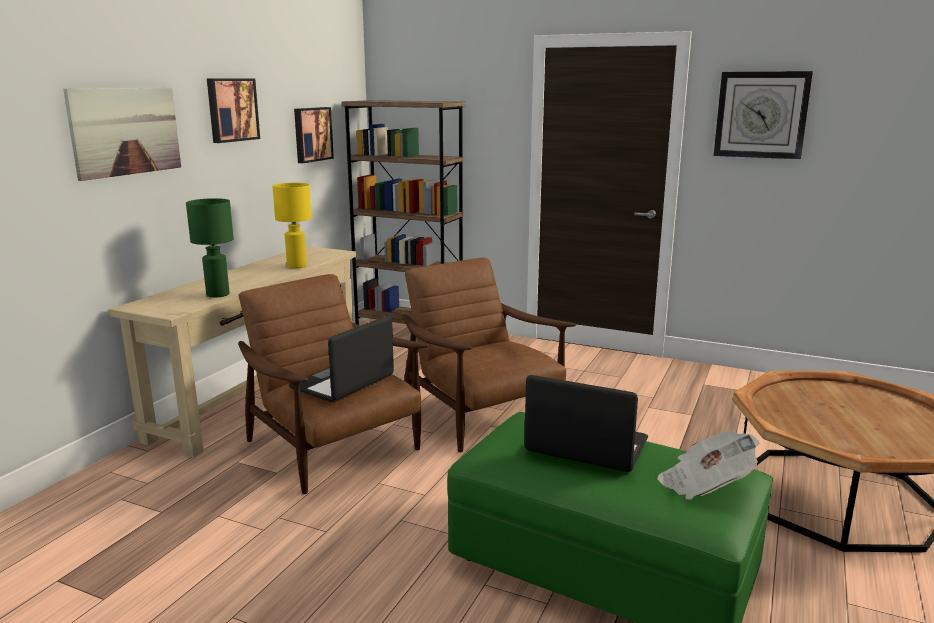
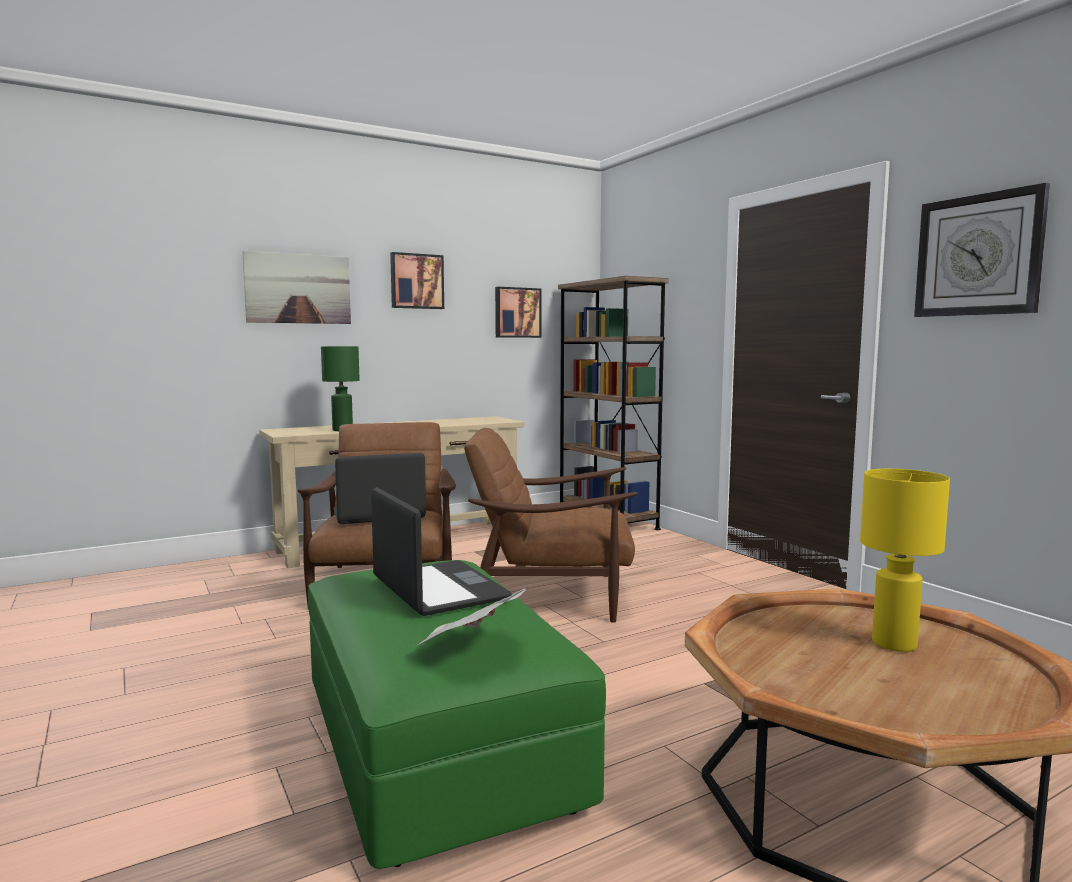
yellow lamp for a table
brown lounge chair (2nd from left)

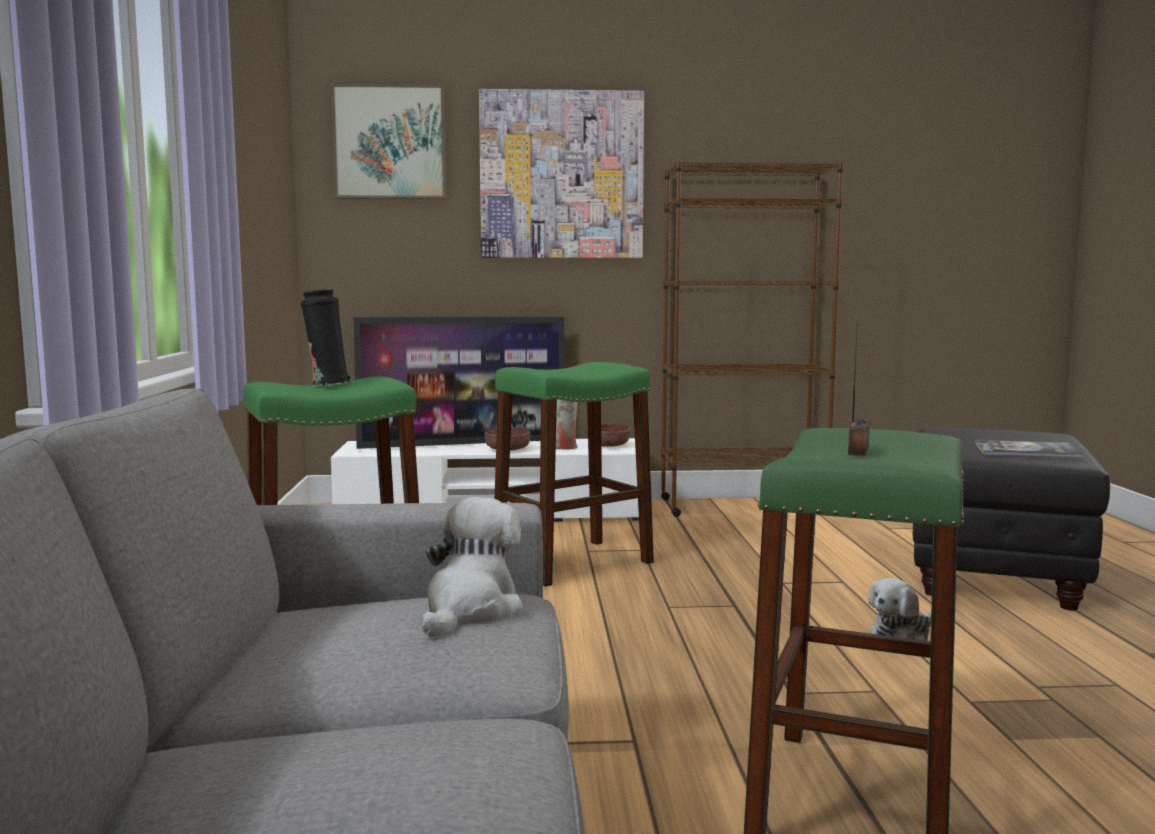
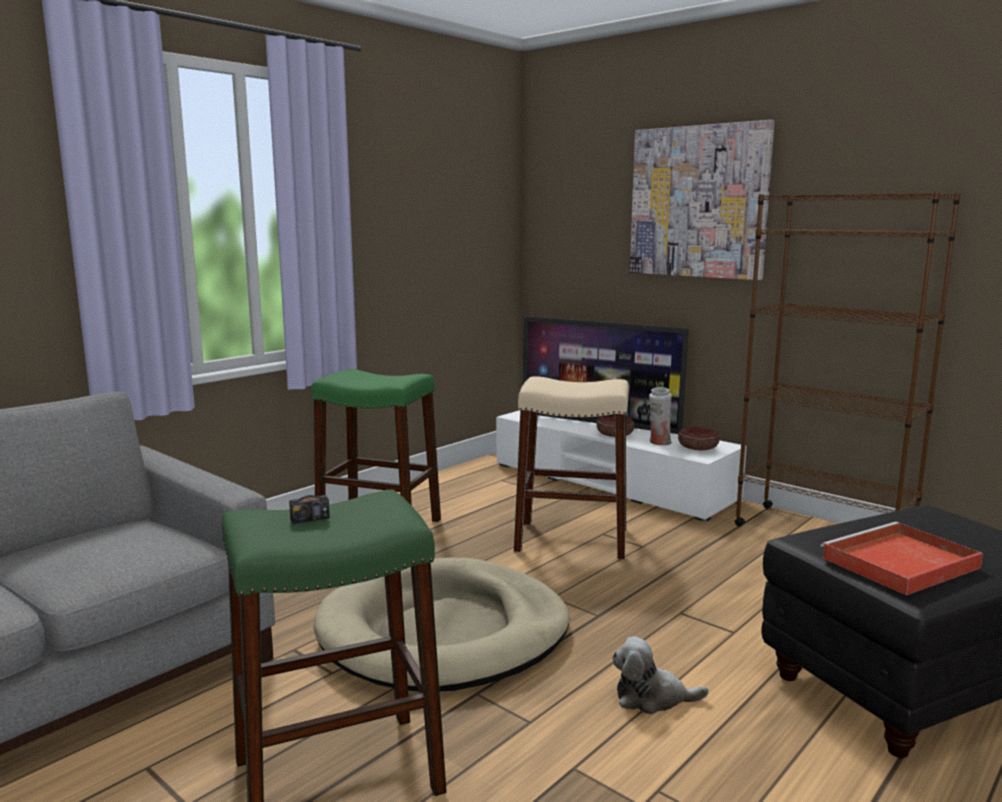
wall picture (1st from left in the first image)
black vase
sand-coloured sitting stool
red-coloured serving tray
plush toy (1st from left in the first image)
sand-coloured dog bed

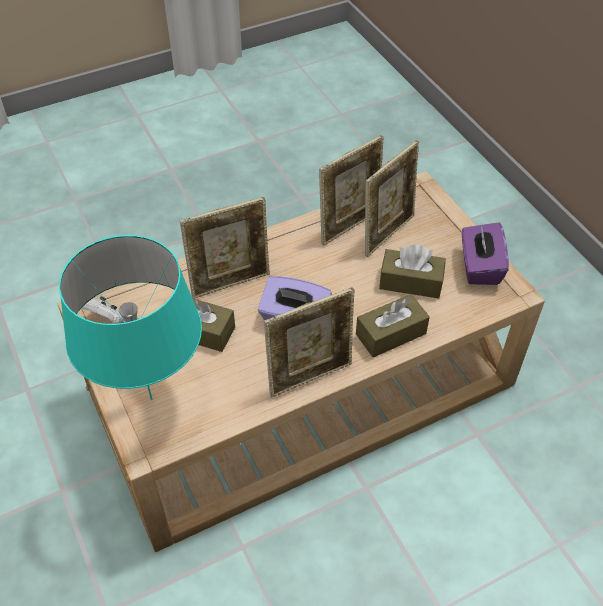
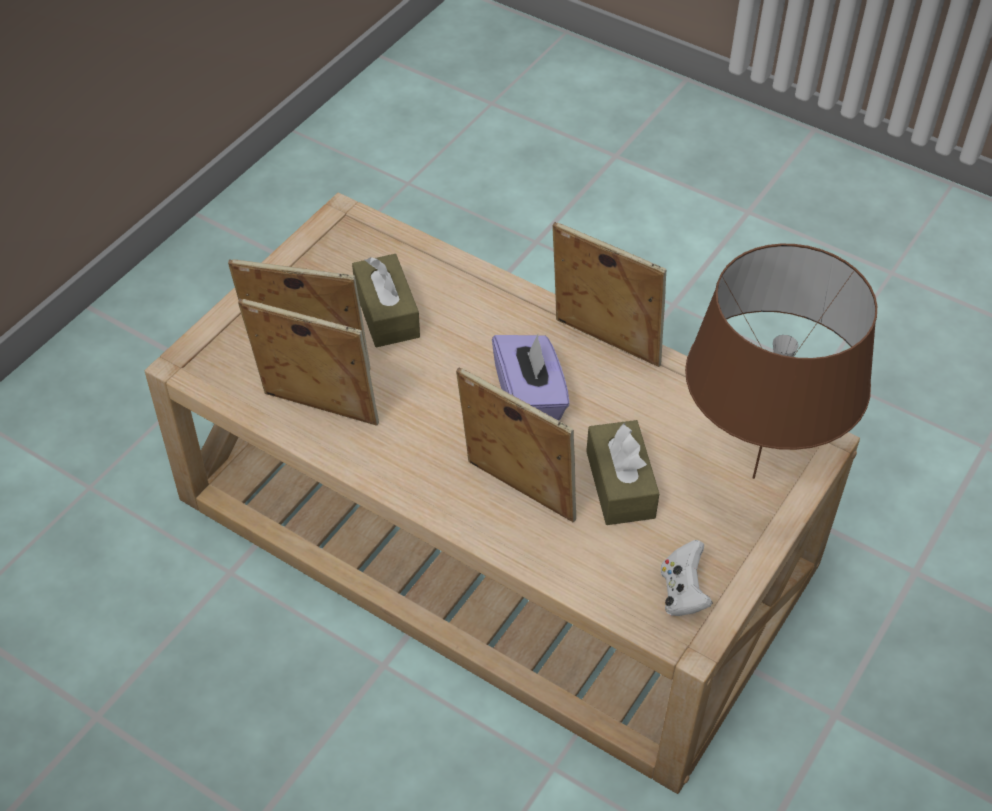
purple-coloured tissue box (2nd from left in the first image)
brown lamp for a table
brown tissue box (2nd from left in the first image)

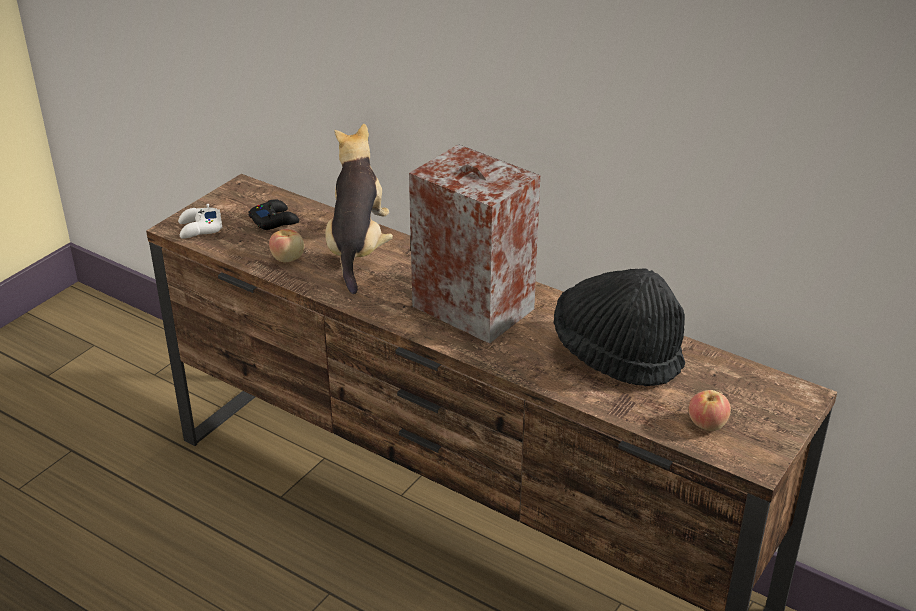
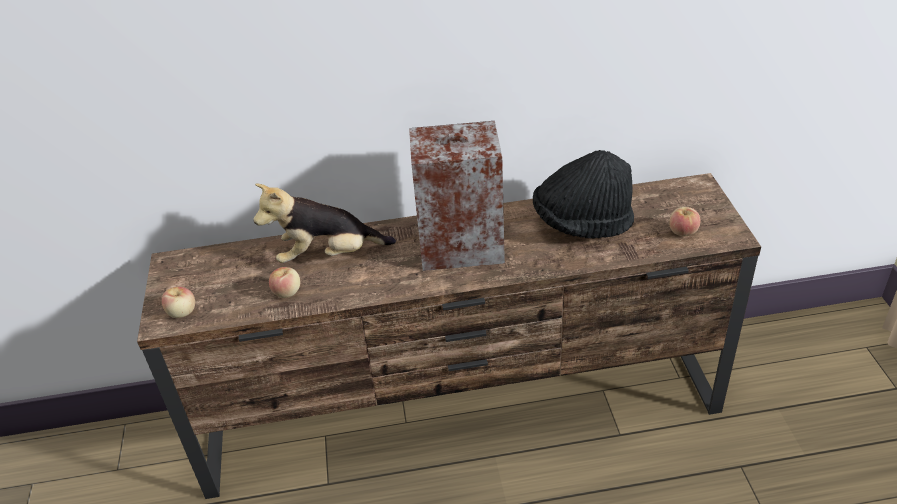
plush toy
black gamepad
apple (1st from left)

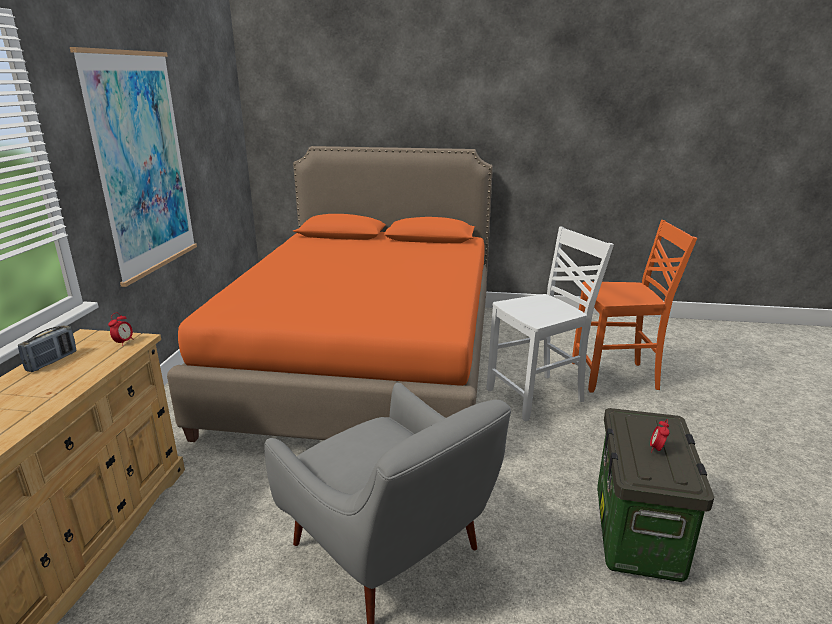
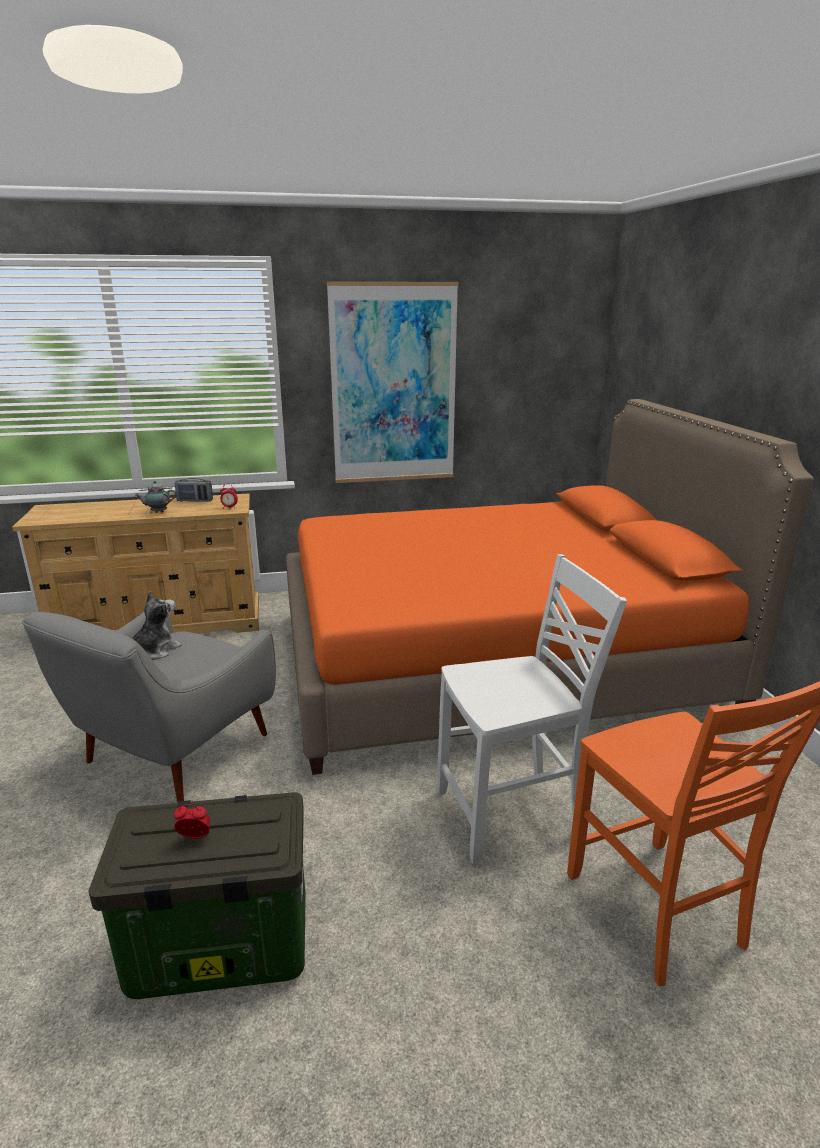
whitish plain chair
teapot
plush toy

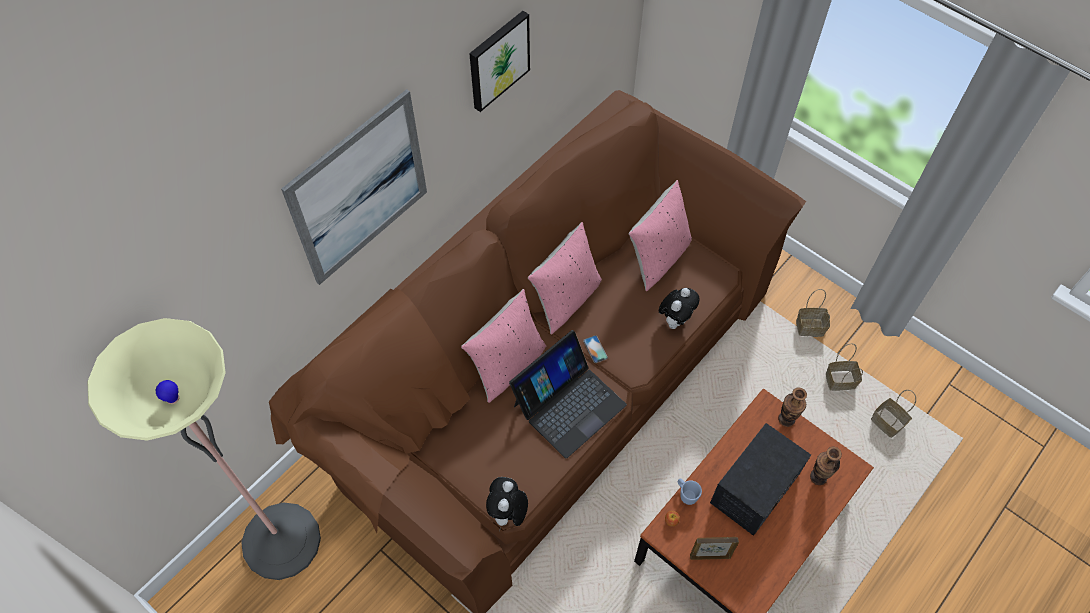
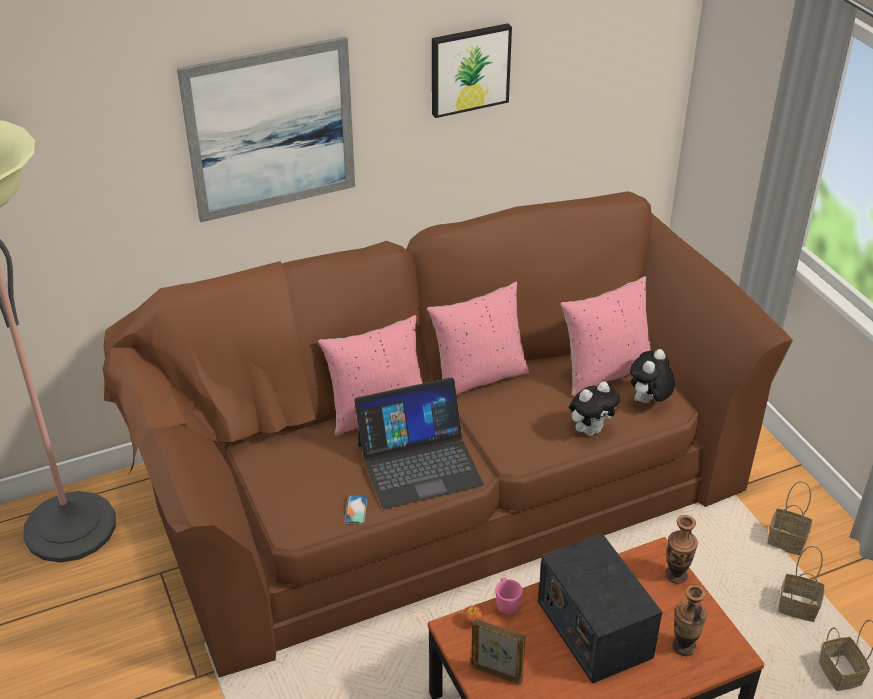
phone
radio receiver
plush toy (2nd from left)
pinkish mug

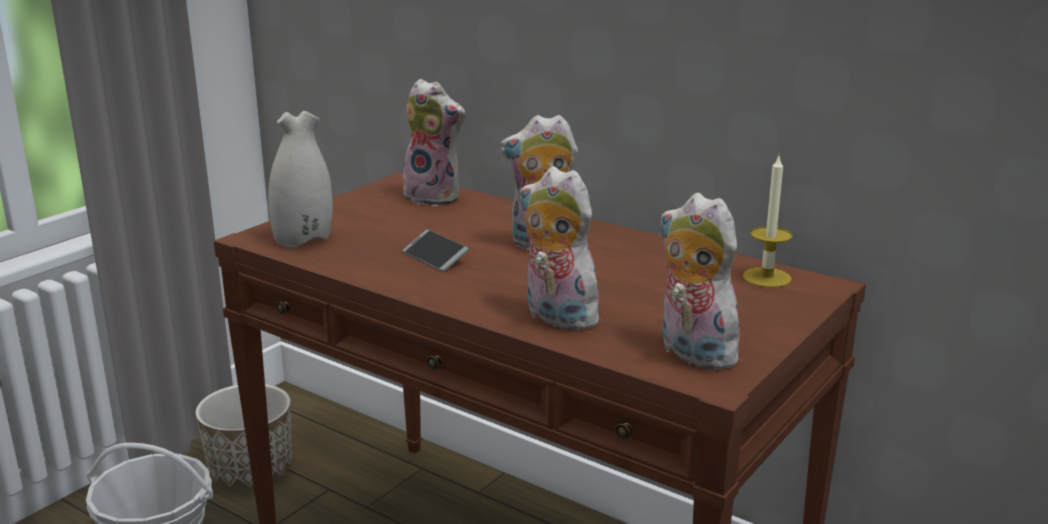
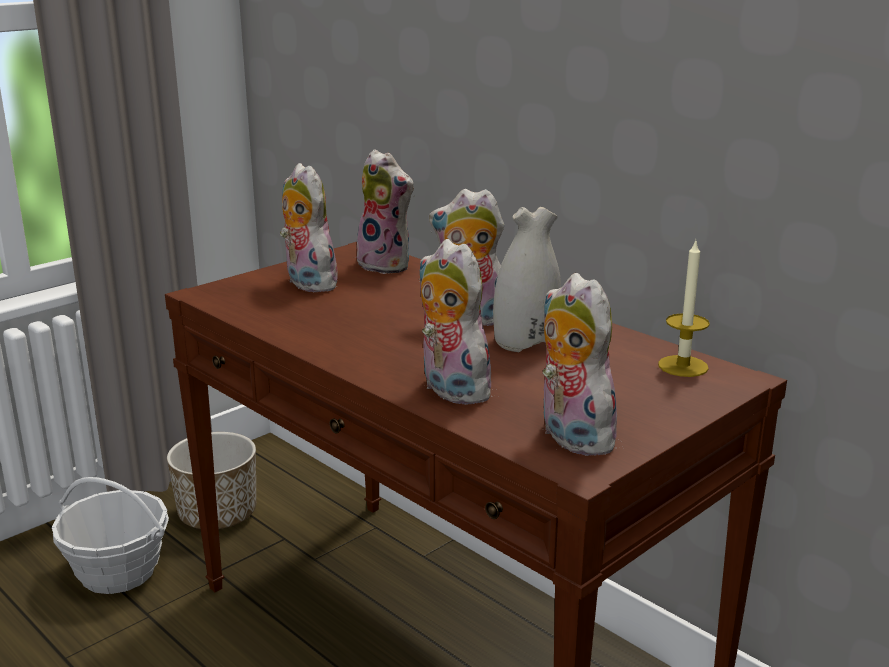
whitish vase
phone
plush toy (1st from left)

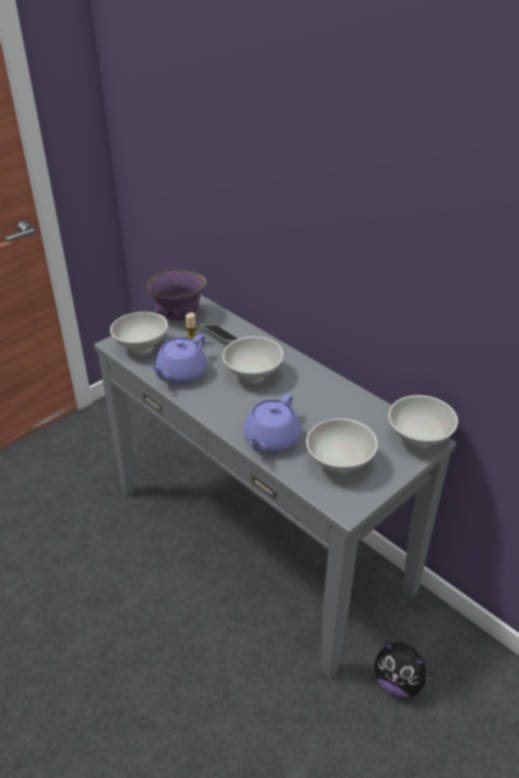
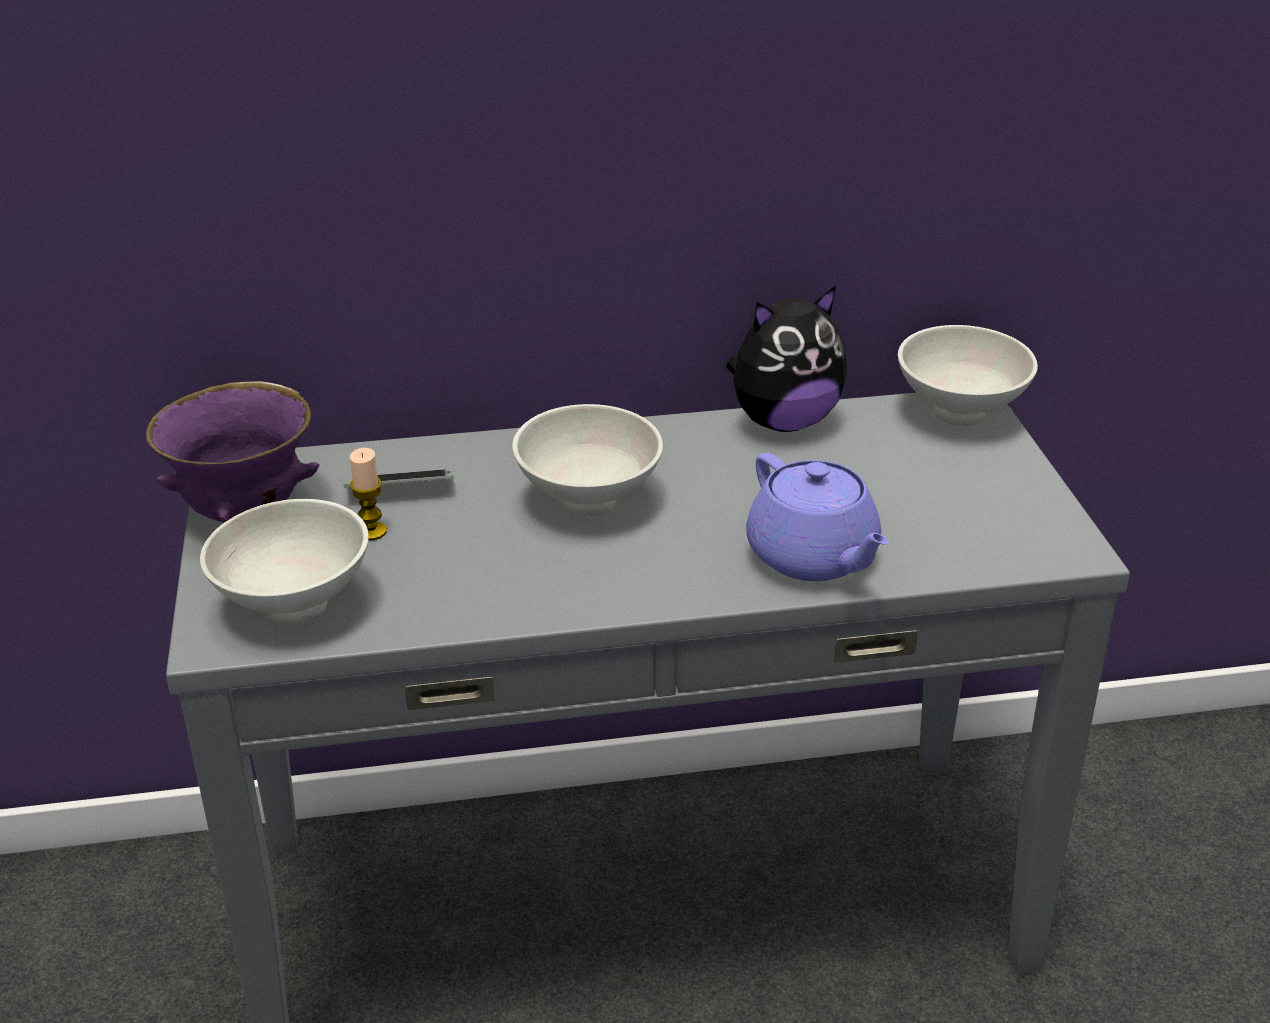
purple-coloured teapot (1st from left in the first image)
whitish bowl (3rd from left in the first image)
plush toy

